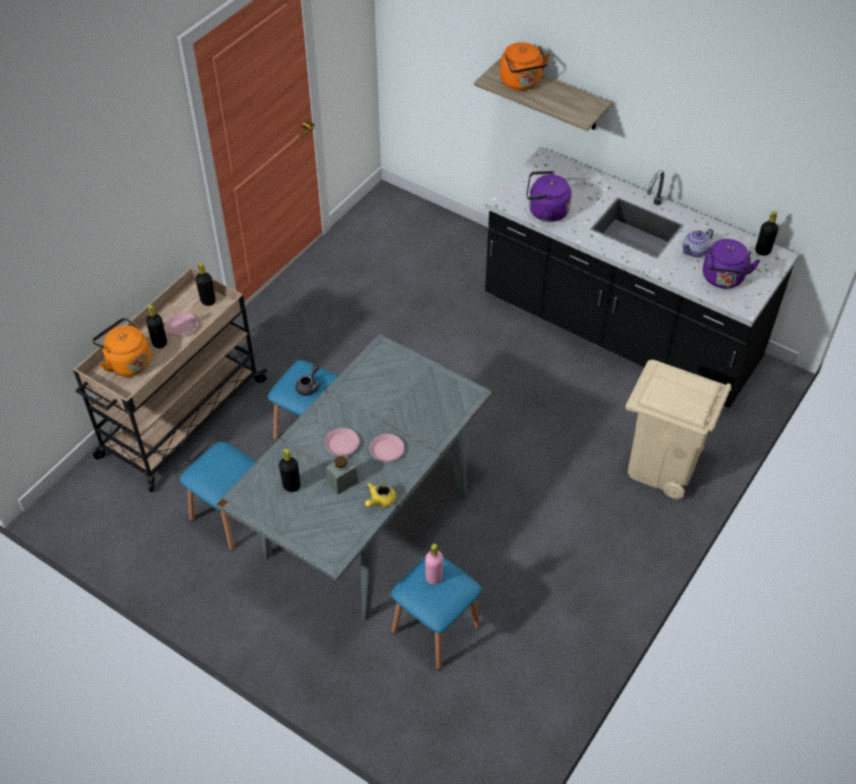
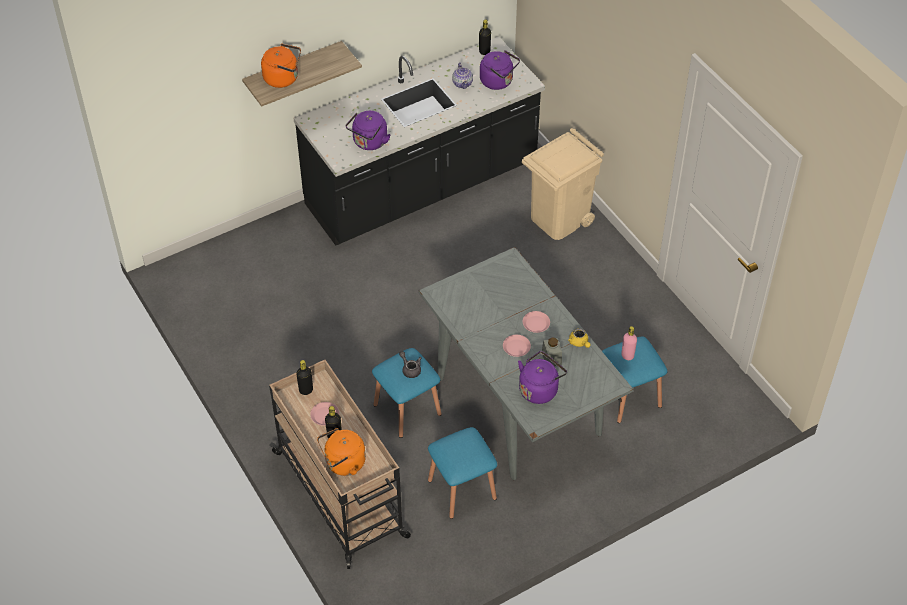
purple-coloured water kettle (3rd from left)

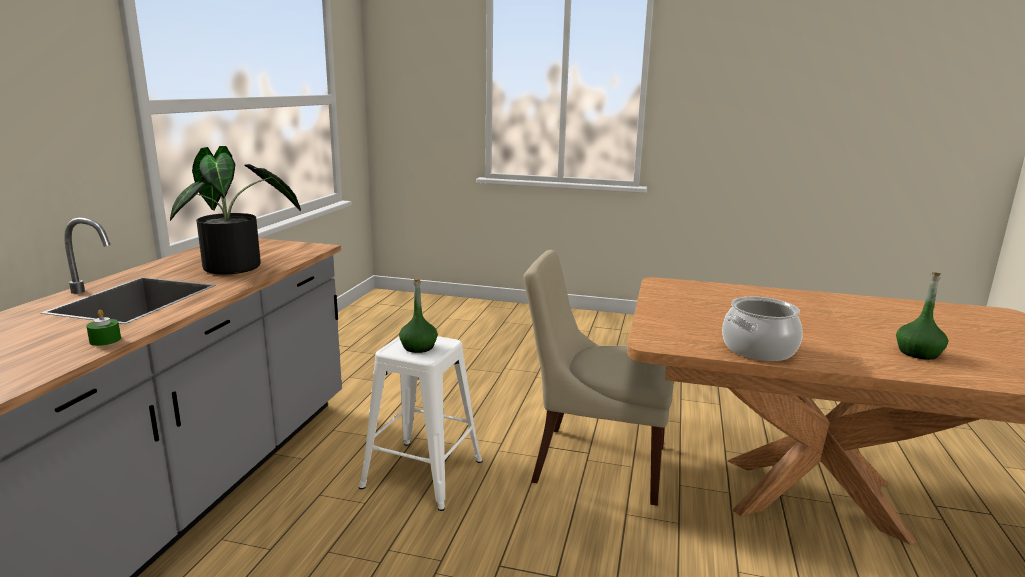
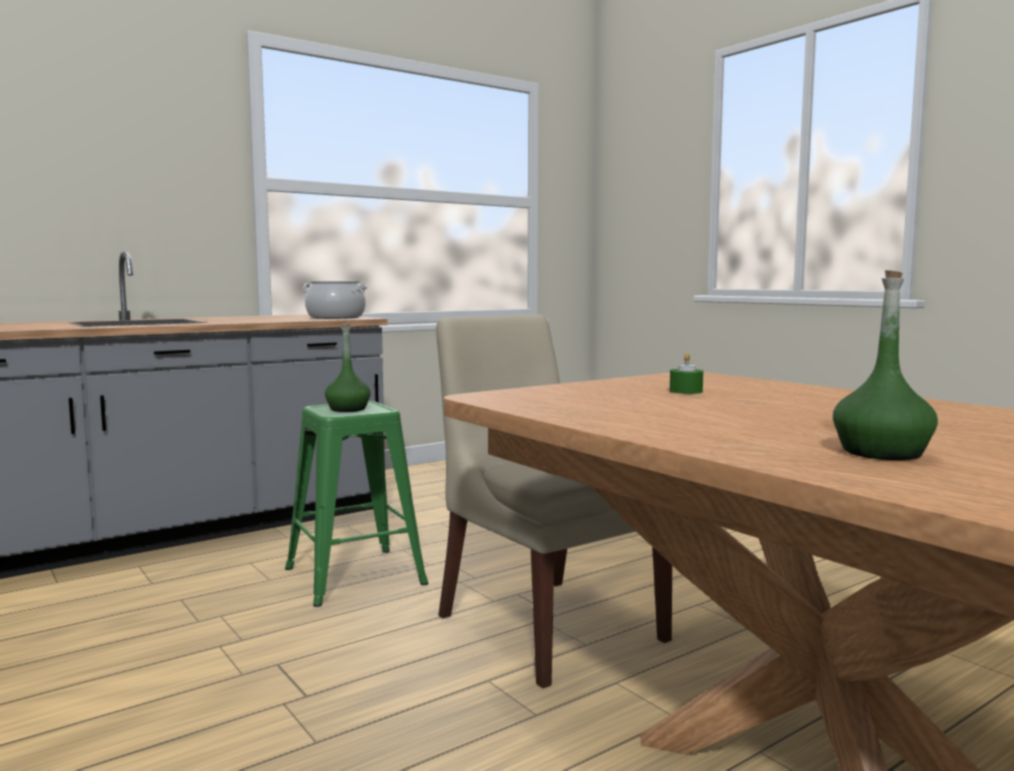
plant in a pot
stockpot
green wax light
green sitting stool

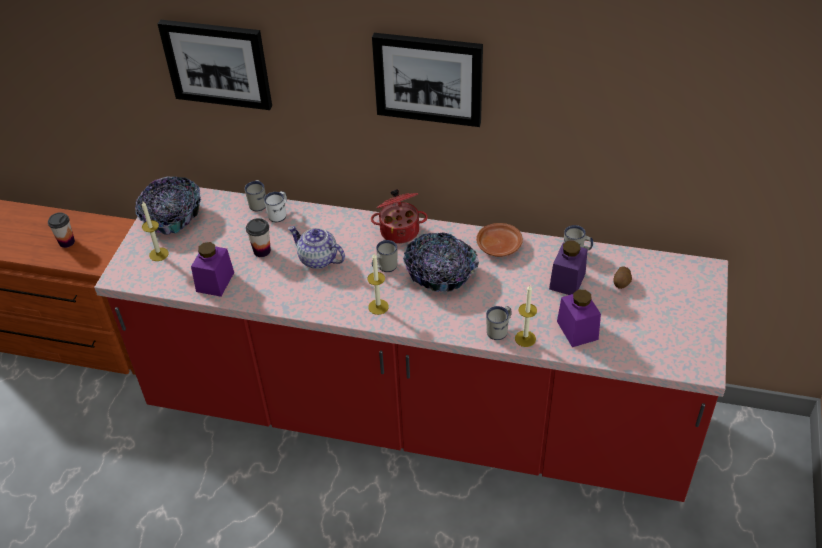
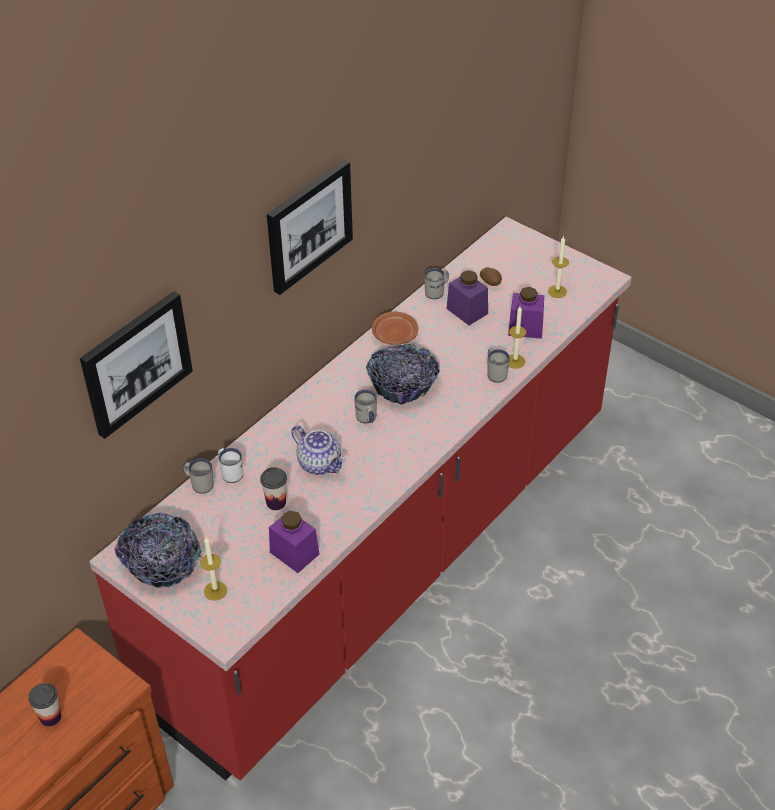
stockpot
teapot
wax light (3rd from left)

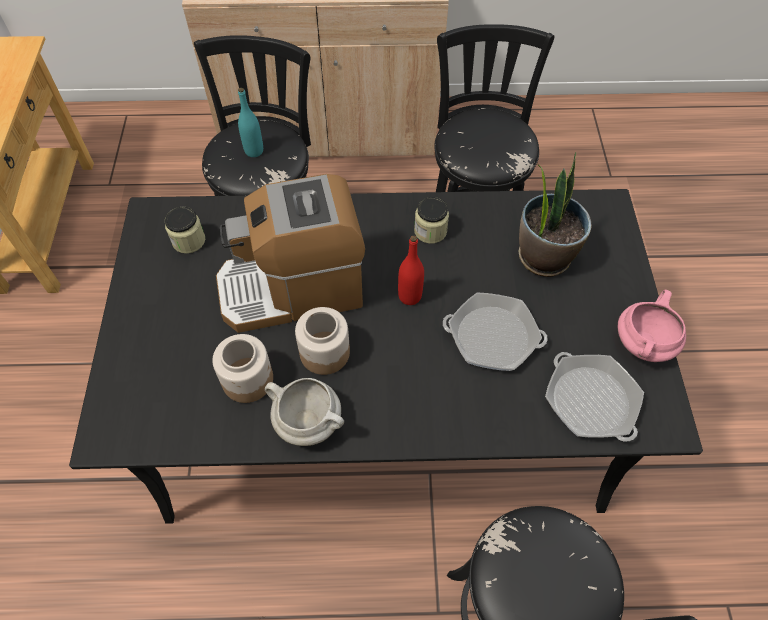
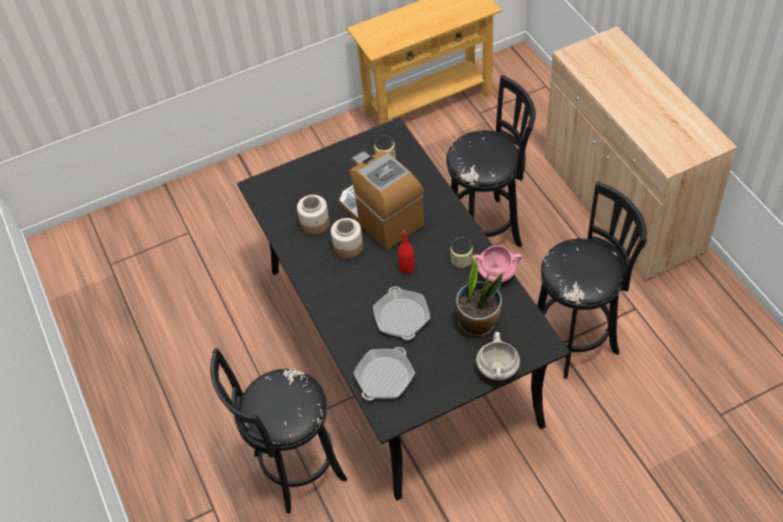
turquoise-coloured bottle
pinkish stockpot
whitish stockpot

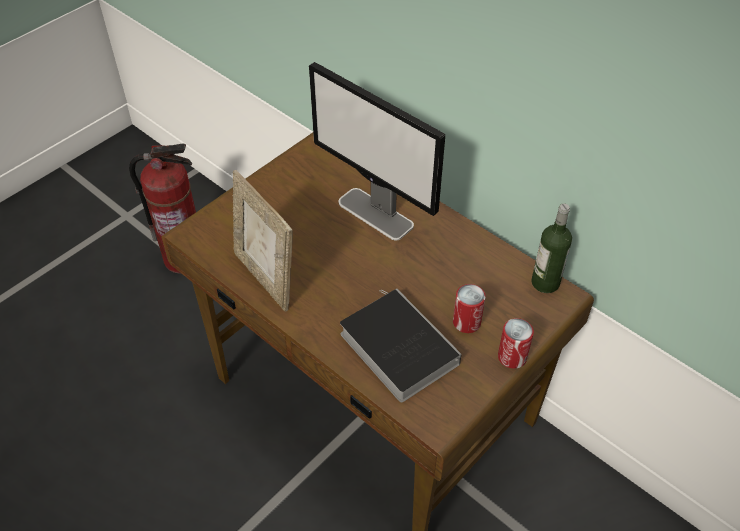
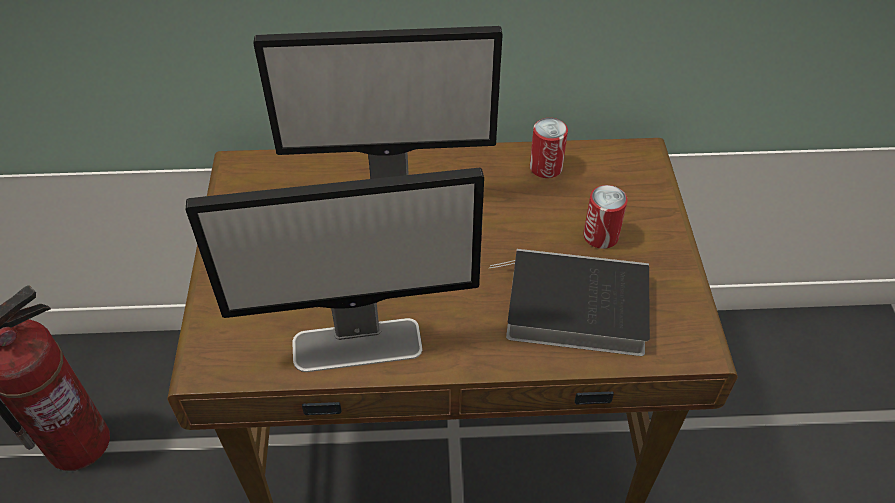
computer display (1st from left)
bottle
can (1st from left)

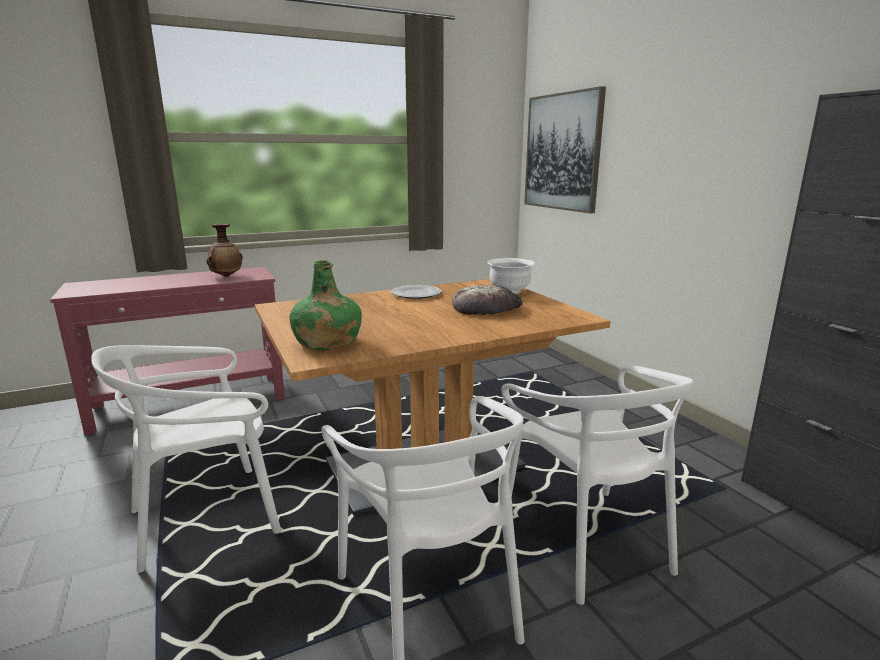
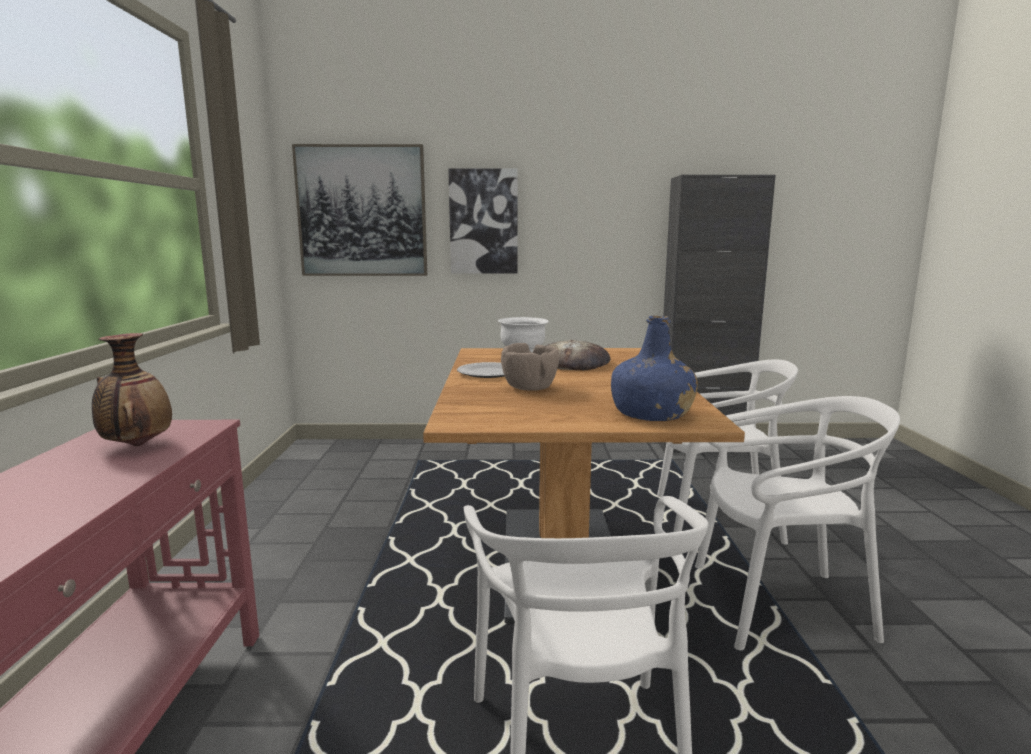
bluish bottle
wall picture (2nd from left)
brown bowl

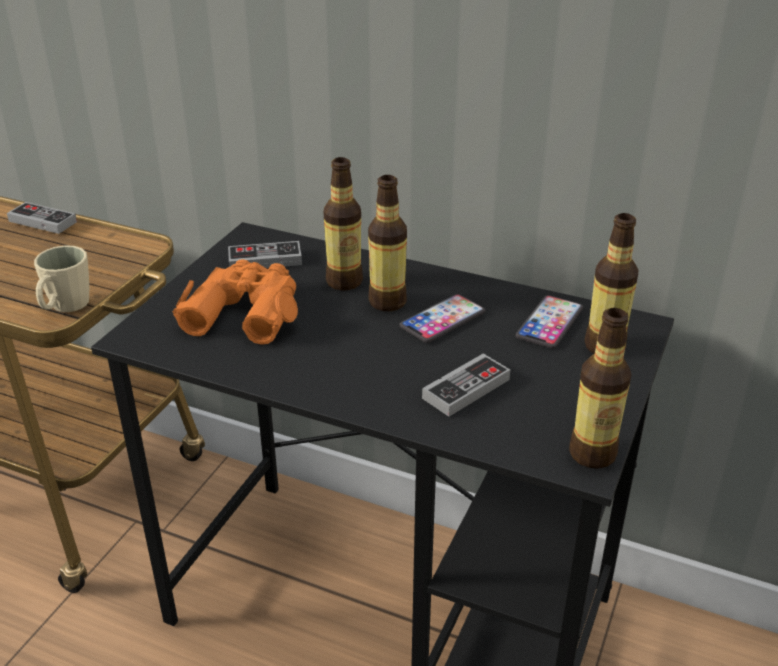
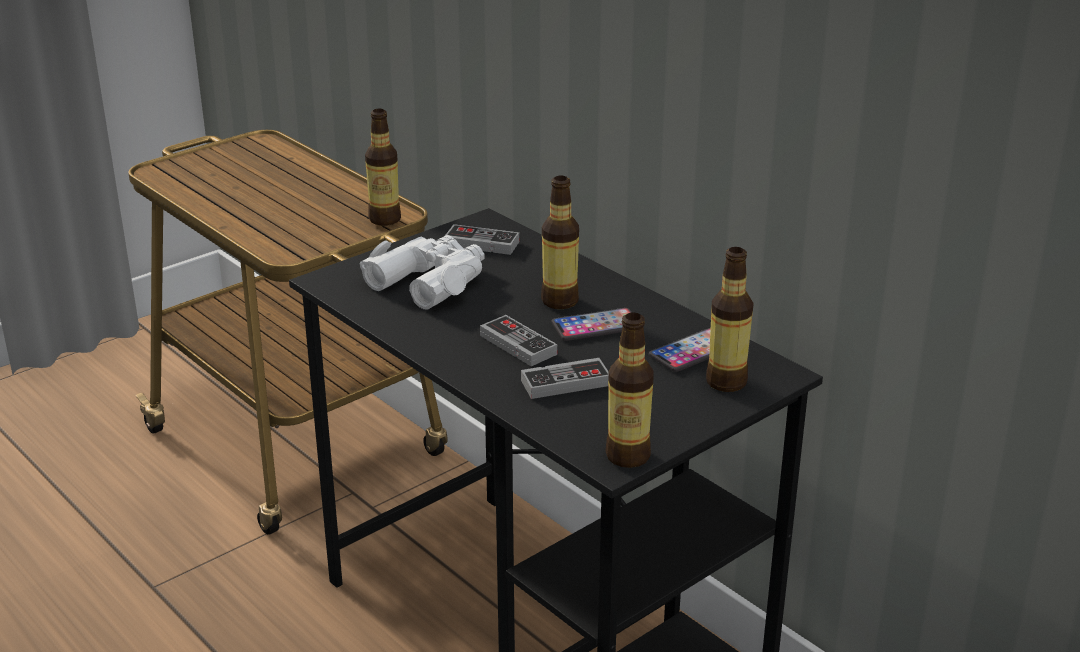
bottle (1st from left)
gamepad (2nd from left)
sand-coloured mug
whitish field glasses

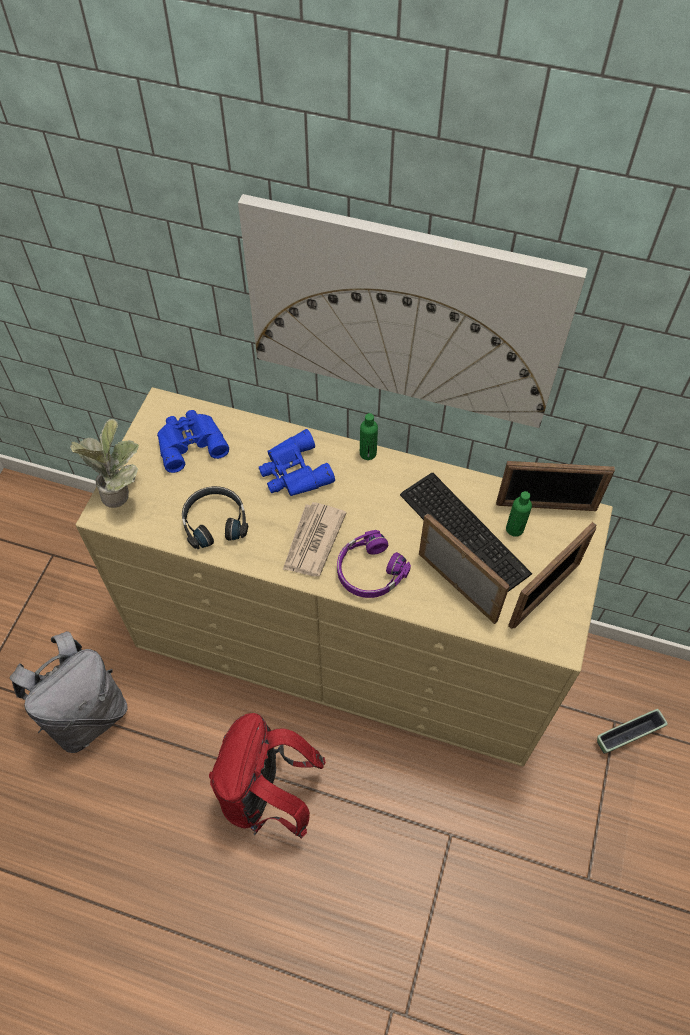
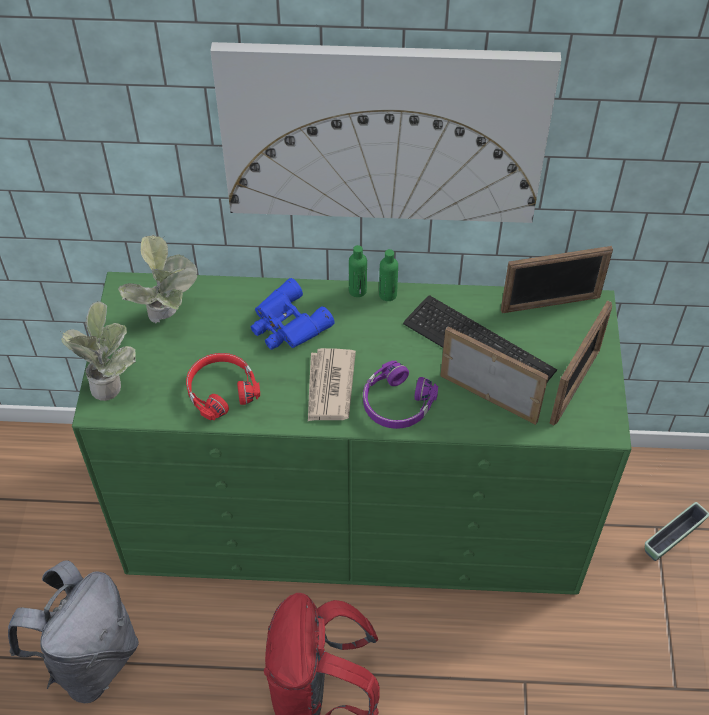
green drawer chest
plant in a pot (2nd from left)
red-coloured headphones
green bottle (2nd from left)

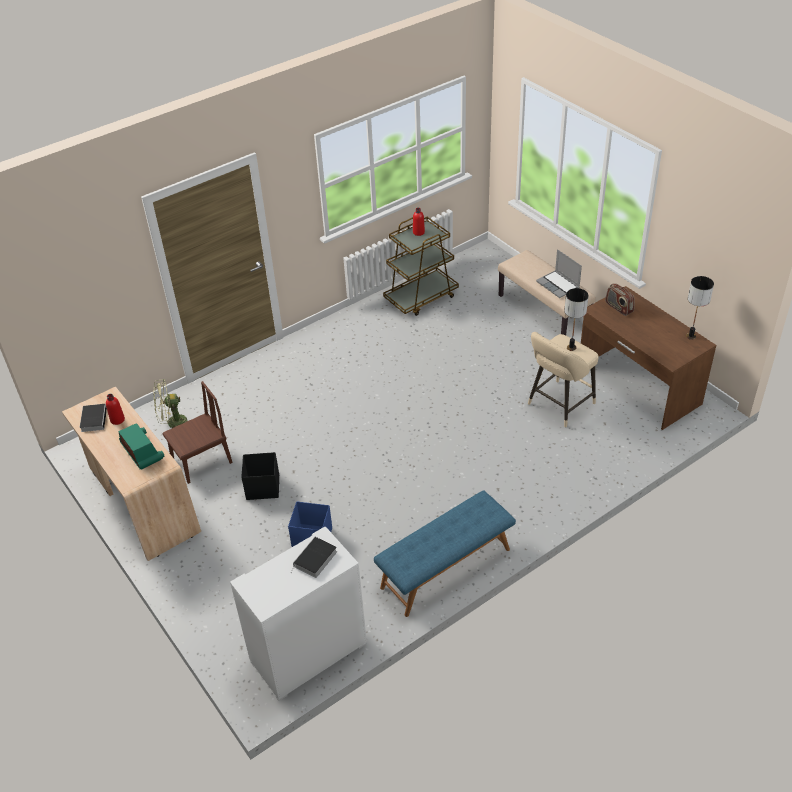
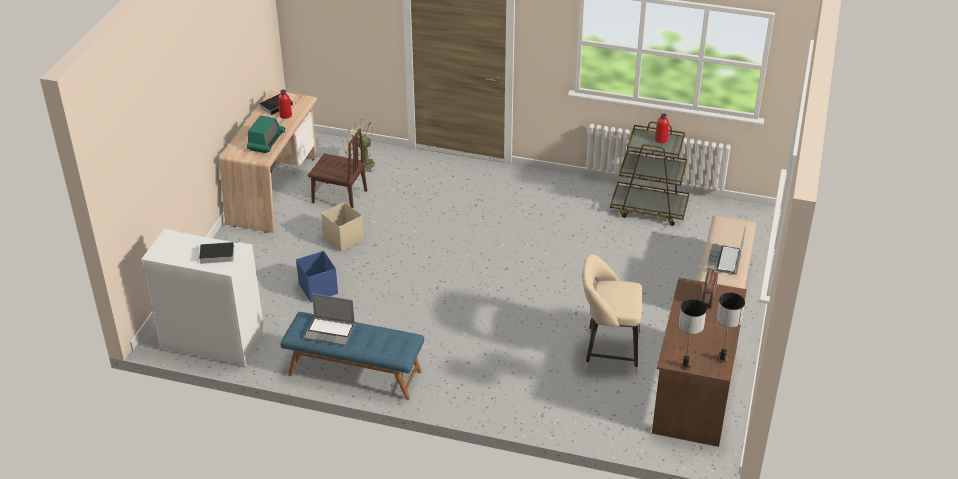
lamp for a table (1st from left)
sand-coloured storage box
laptop (1st from left)

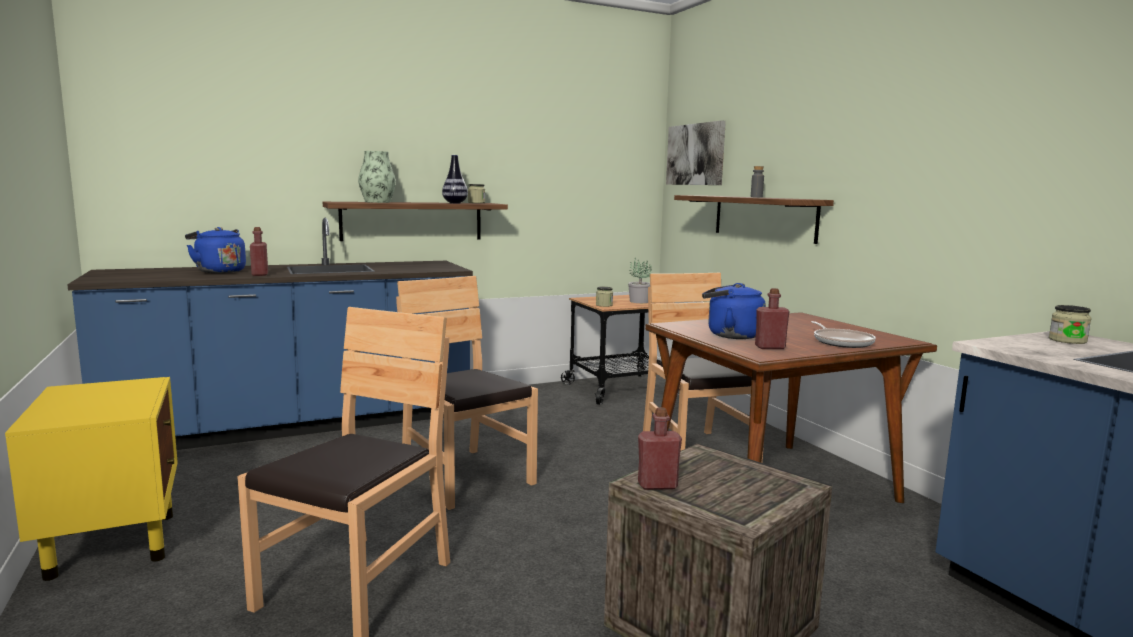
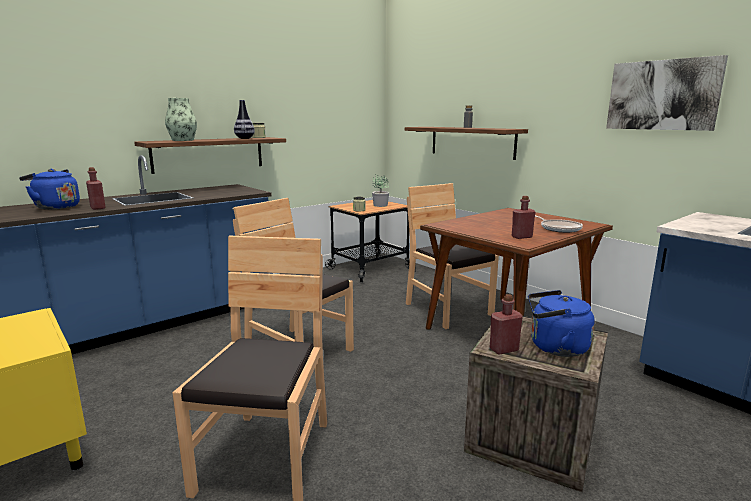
wall picture
bluish water kettle (2nd from left)
storage jar (3rd from left in the first image)

